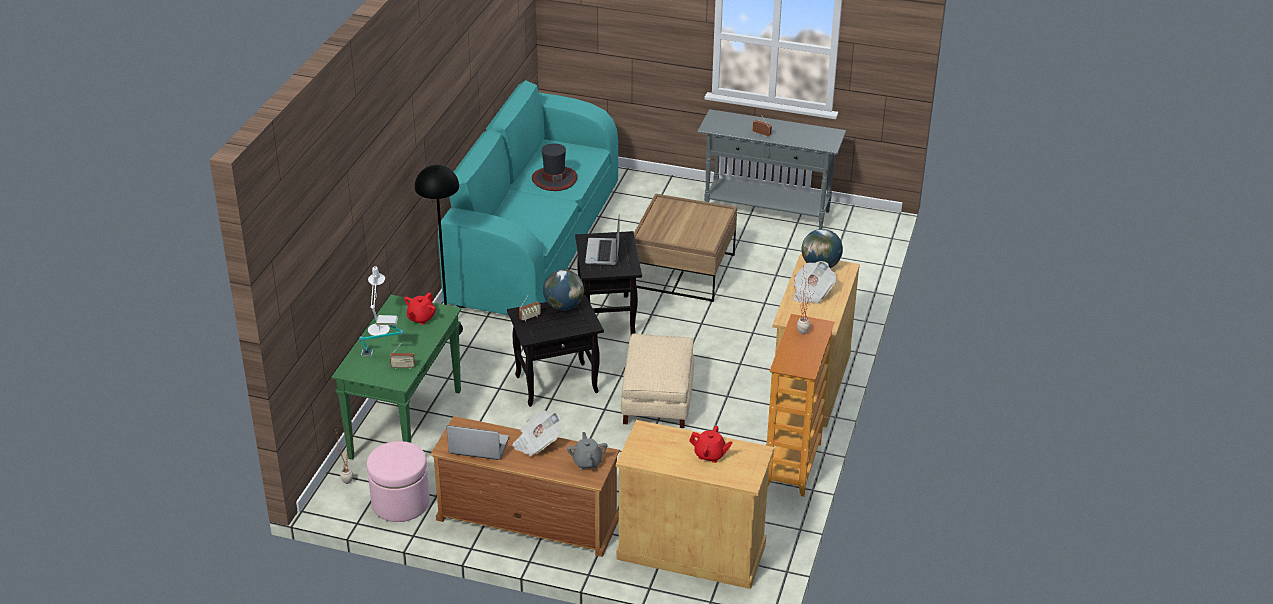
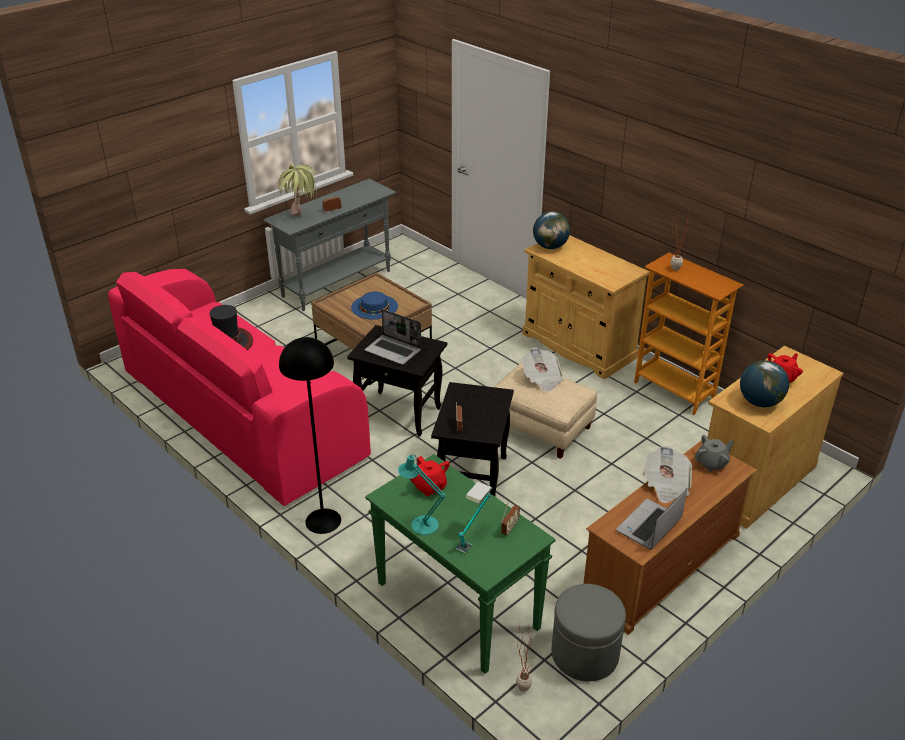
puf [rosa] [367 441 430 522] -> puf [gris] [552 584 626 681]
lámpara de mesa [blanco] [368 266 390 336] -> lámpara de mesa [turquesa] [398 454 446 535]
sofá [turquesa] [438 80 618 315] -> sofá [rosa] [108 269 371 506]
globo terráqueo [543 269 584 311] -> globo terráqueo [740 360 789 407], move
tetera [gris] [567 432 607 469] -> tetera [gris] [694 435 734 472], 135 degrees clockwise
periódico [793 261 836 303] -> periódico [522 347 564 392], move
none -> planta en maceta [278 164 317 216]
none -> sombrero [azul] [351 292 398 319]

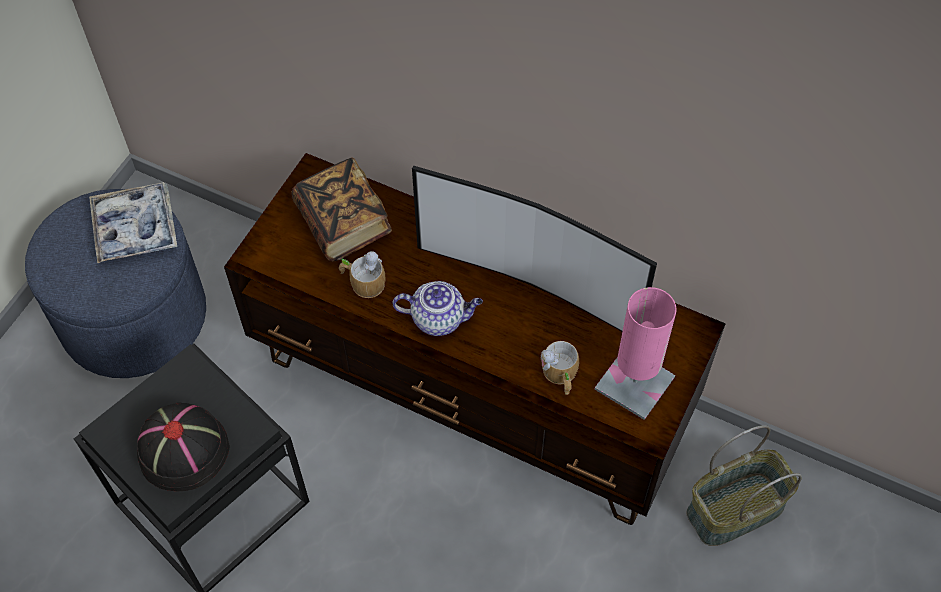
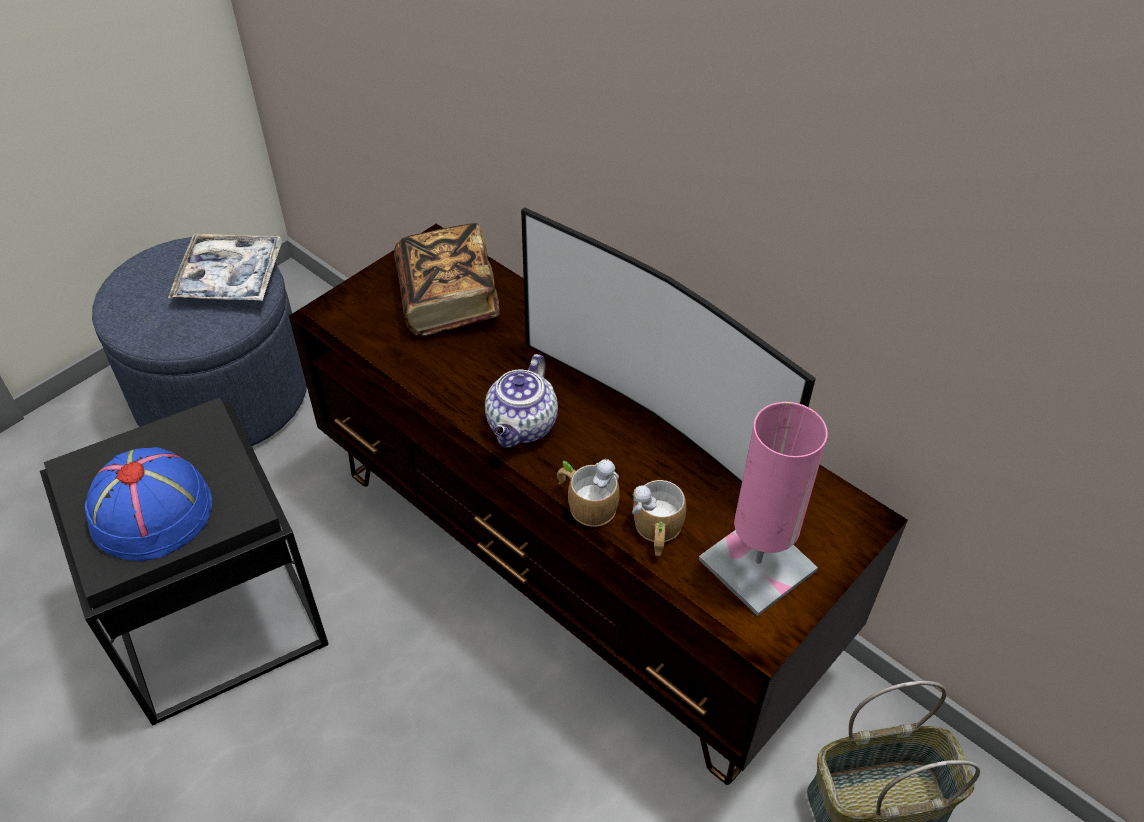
sombrero [negro] [137 402 230 491] -> sombrero [azul] [85 447 212 561]
taza grande [339 251 386 298] -> taza grande [557 459 620 527], move
tetera [392 281 483 336] -> tetera [485 354 558 448], 90 degrees clockwise

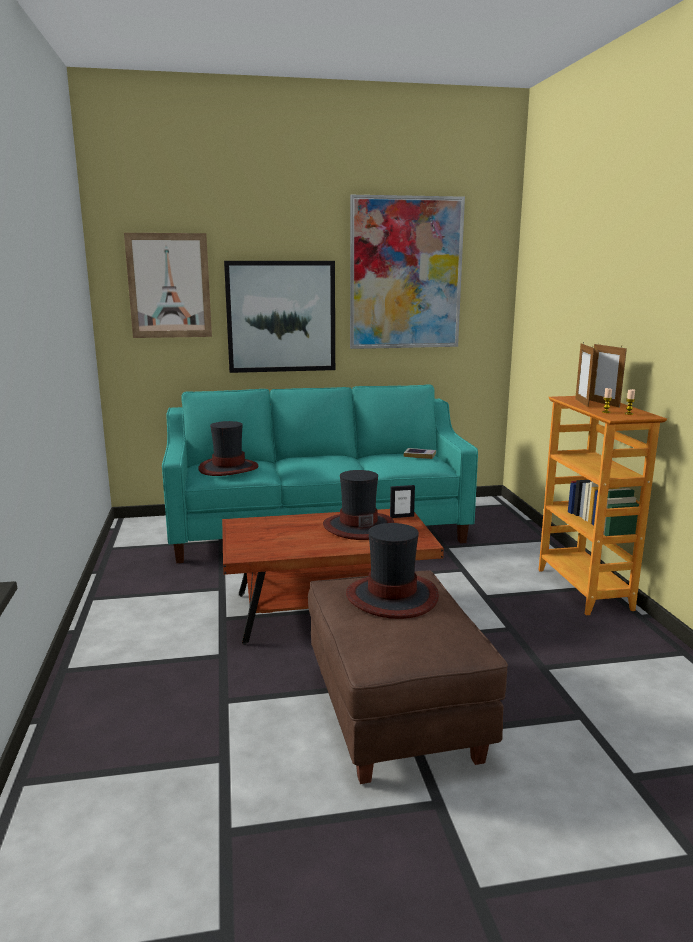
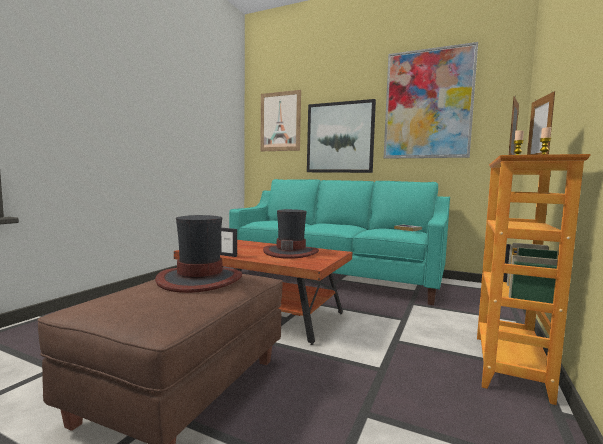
sombrero [198 421 258 476] -> none
portarretratos [390 485 415 518] -> portarretratos [220 228 237 257], move

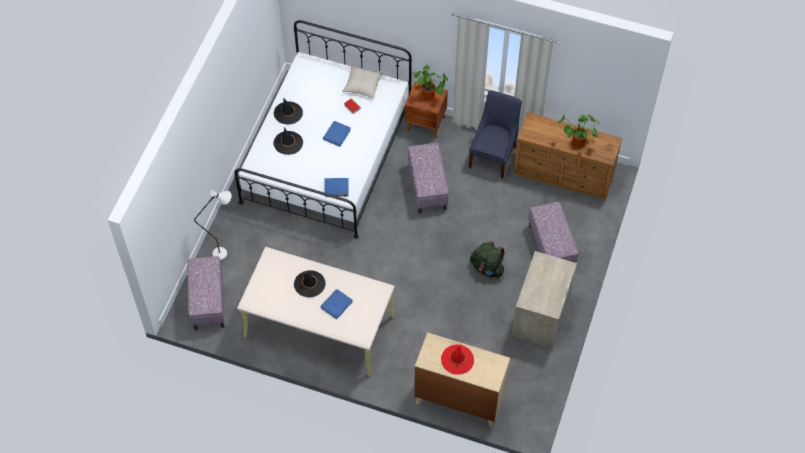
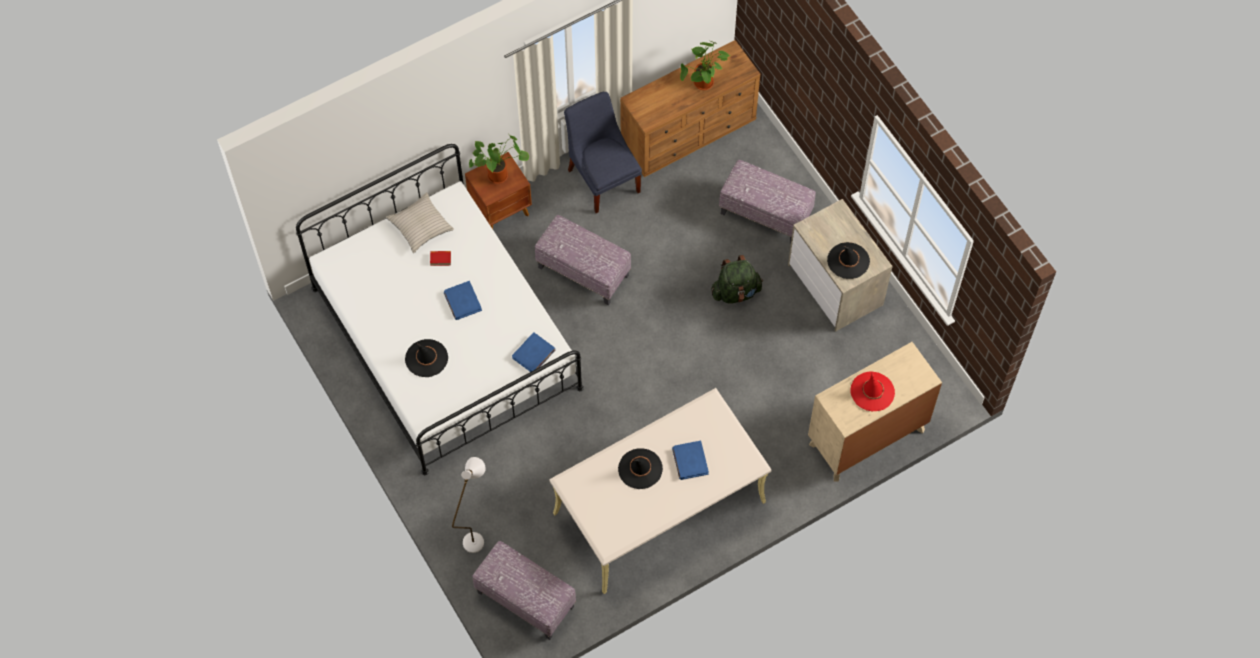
sombrero [negro] [274 97 303 125] -> sombrero [negro] [827 242 870 279], move

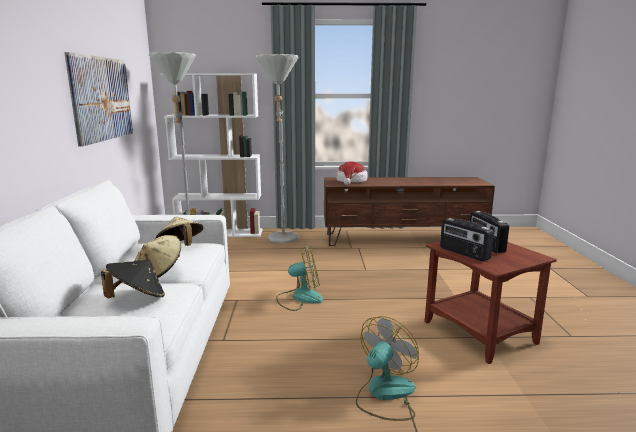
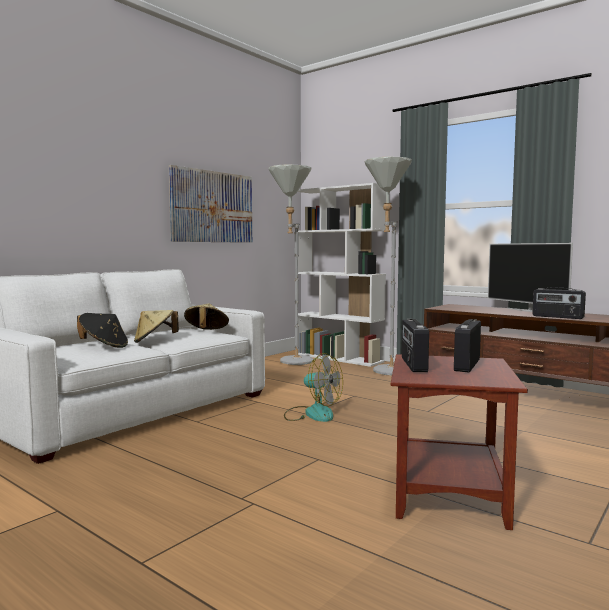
sombrero [336 161 367 185] -> none
ventilador [356 316 419 421] -> none
none -> televisor [488 243 573 312]
none -> radio [532 287 586 319]

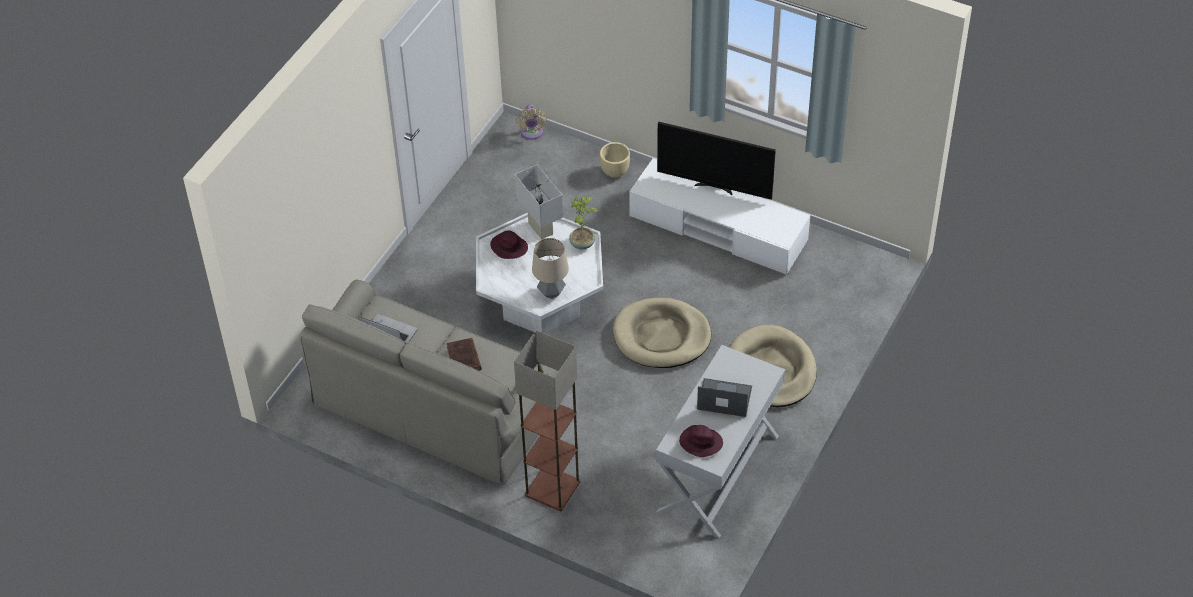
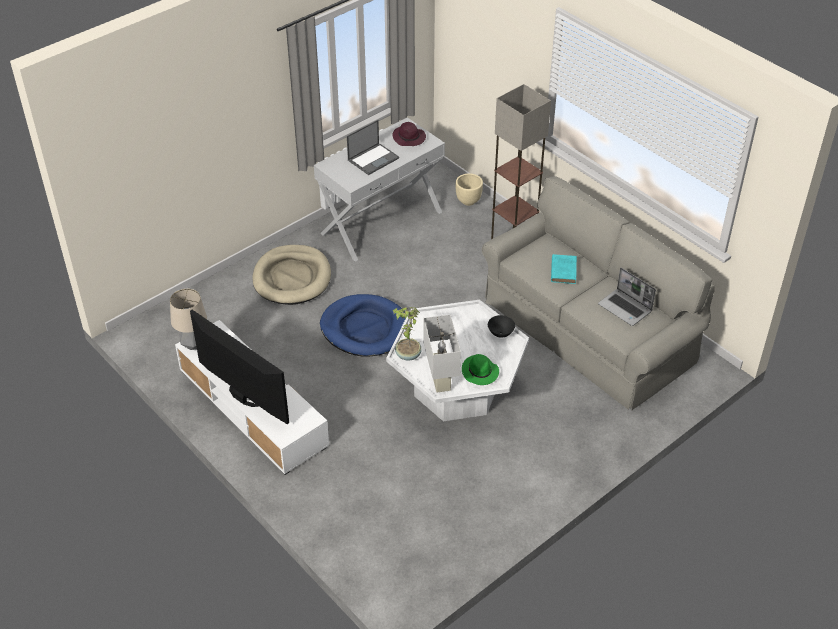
libro [marrón] [447 338 482 371] -> libro [turquesa] [551 254 577 284]
sombrero [morado] [490 230 528 259] -> sombrero [verde] [462 354 499 385]
ventilador [beis] [516 104 547 140] -> none
lámpara de mesa [532 238 569 299] -> lámpara de mesa [170 289 207 350], move
maceta [beis] [600 142 630 178] -> maceta [beis] [456 173 483 206], move
cama para perro [beis] [613 298 711 368] -> cama para perro [azul] [320 294 405 357]
portátil [697 378 752 417] -> portátil [347 120 399 175], 75 degrees counterclockwise
none -> cuenco [negro] [488 315 515 338]

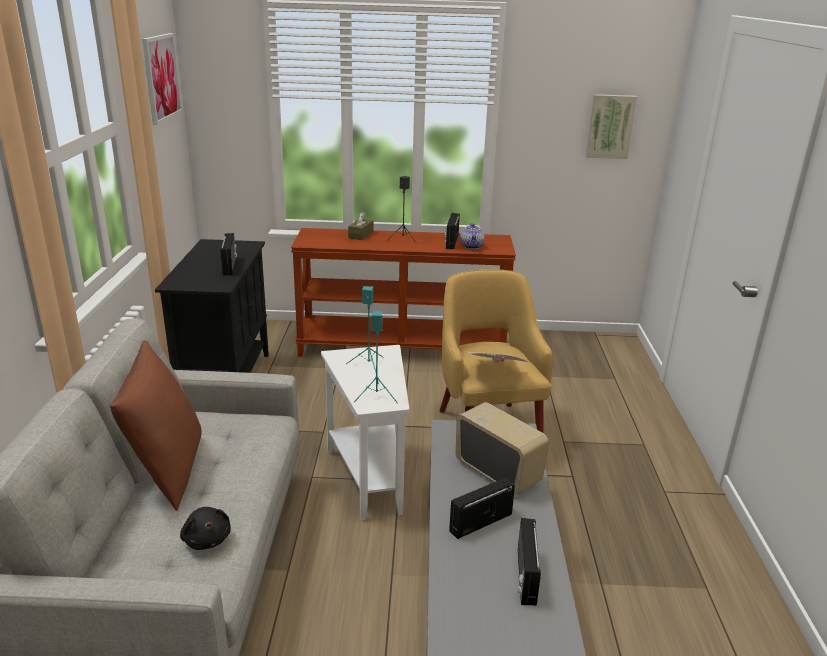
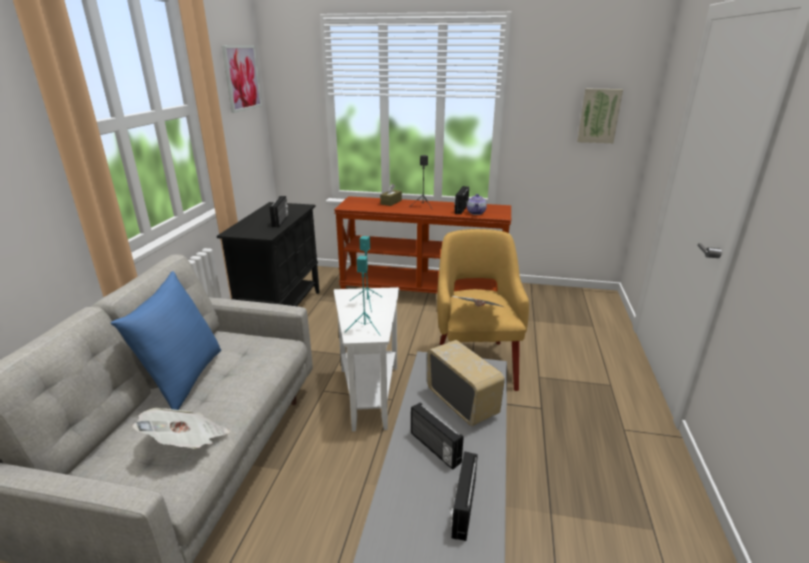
cojín [marrón] [110 340 202 511] -> cojín [azul] [111 271 221 410]
peluche [negro] [180 507 231 550] -> periódico [132 408 230 449]
radio [449 477 515 539] -> radio [411 402 463 470], 105 degrees counterclockwise

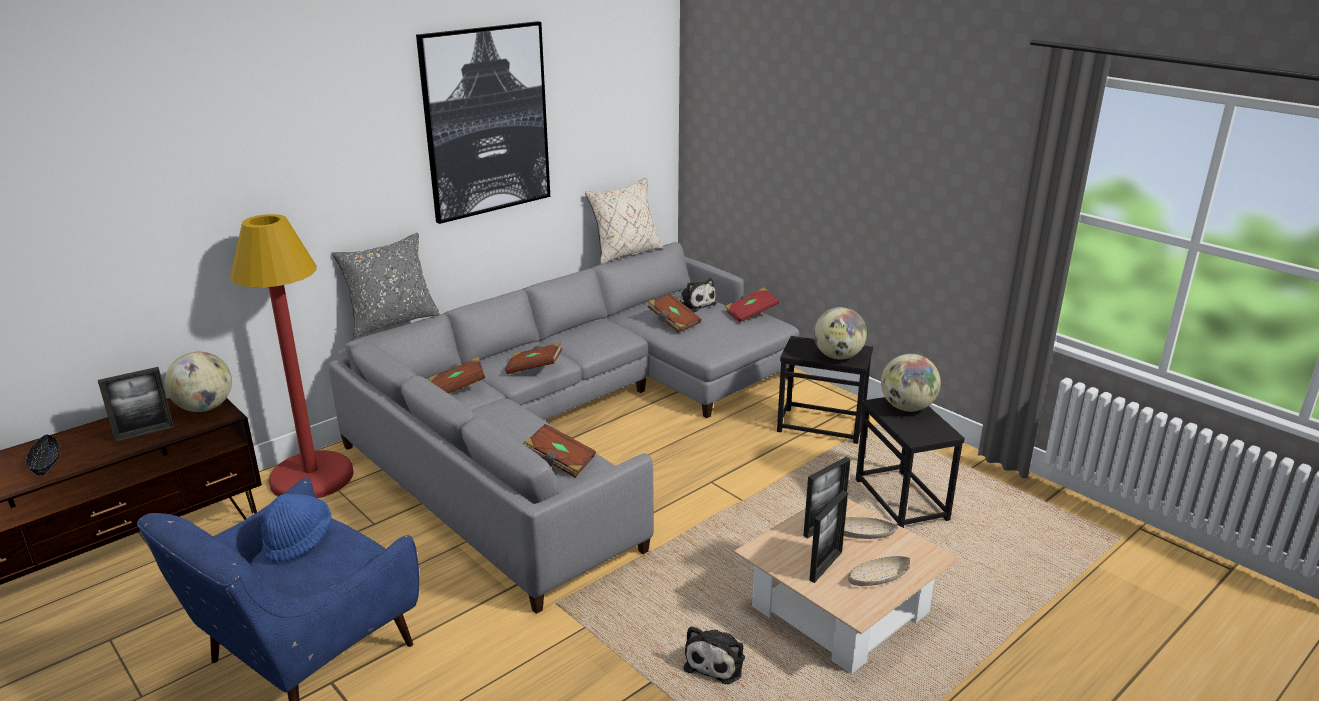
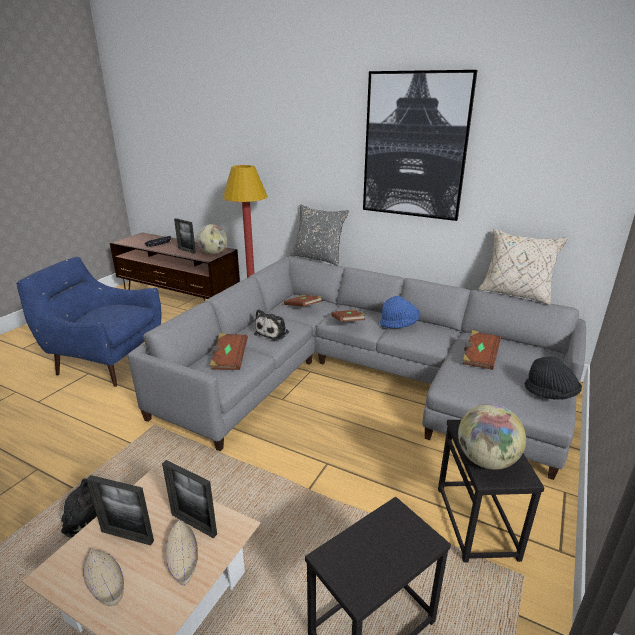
sombrero [azul] [261 494 331 563] -> sombrero [azul] [380 296 420 329], move
peluche [675 278 717 312] -> peluche [254 309 289 340], move
libro [rojo] [725 288 779 322] -> sombrero [negro] [525 357 582 400]
globo terráqueo [881 354 941 412] -> none

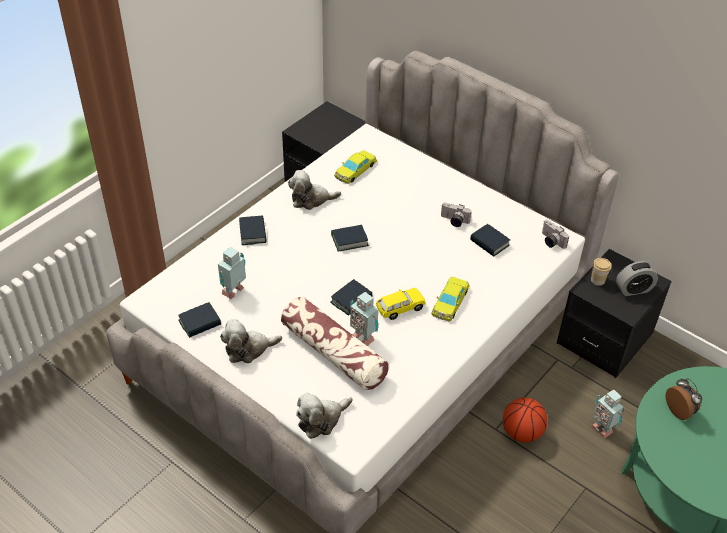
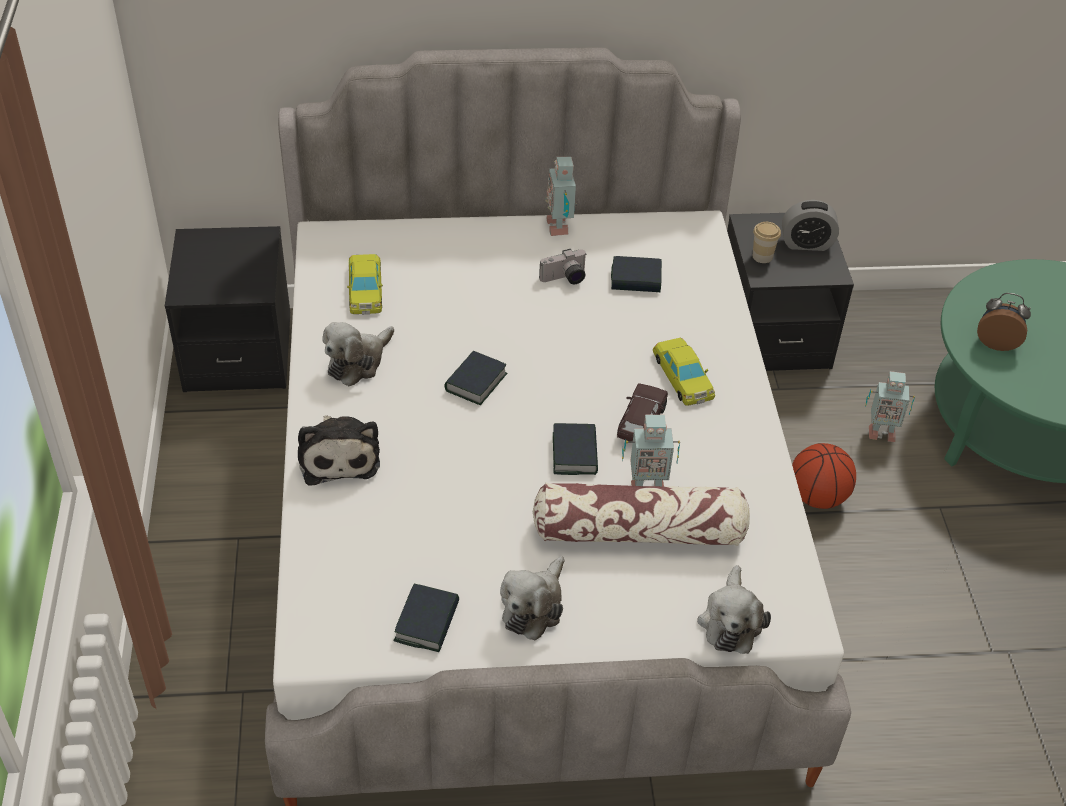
robot de juguete [218 247 246 299] -> robot de juguete [545 157 577 236], move
libro [239 216 267 245] -> peluche [298 415 380 485]
coche de juguete [amarillo] [376 288 425 320] -> coche de juguete [marrón] [617 383 668 441]
cámara [542 220 569 249] -> none
despertador [616 261 658 296] -> despertador [782 200 839 251], 60 degrees clockwise

